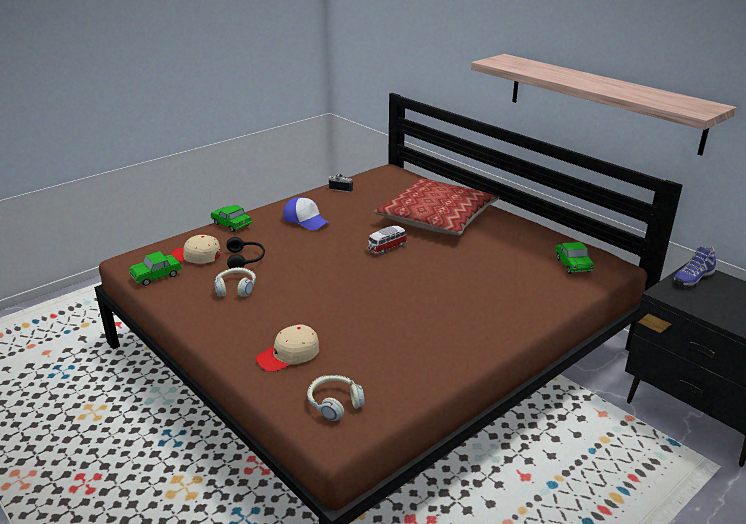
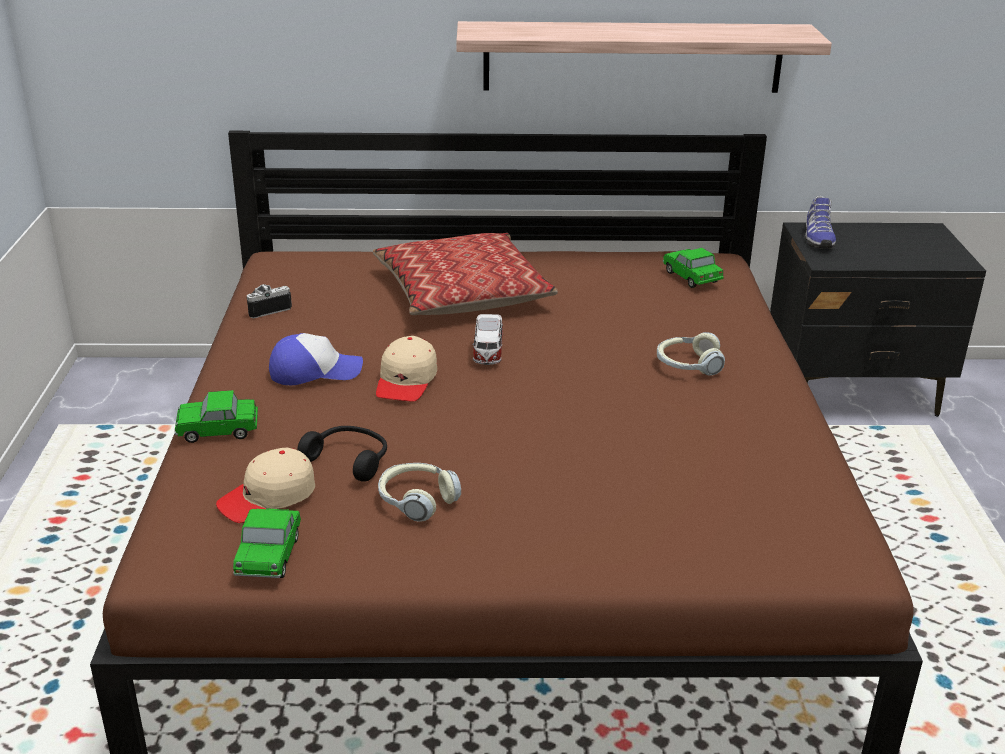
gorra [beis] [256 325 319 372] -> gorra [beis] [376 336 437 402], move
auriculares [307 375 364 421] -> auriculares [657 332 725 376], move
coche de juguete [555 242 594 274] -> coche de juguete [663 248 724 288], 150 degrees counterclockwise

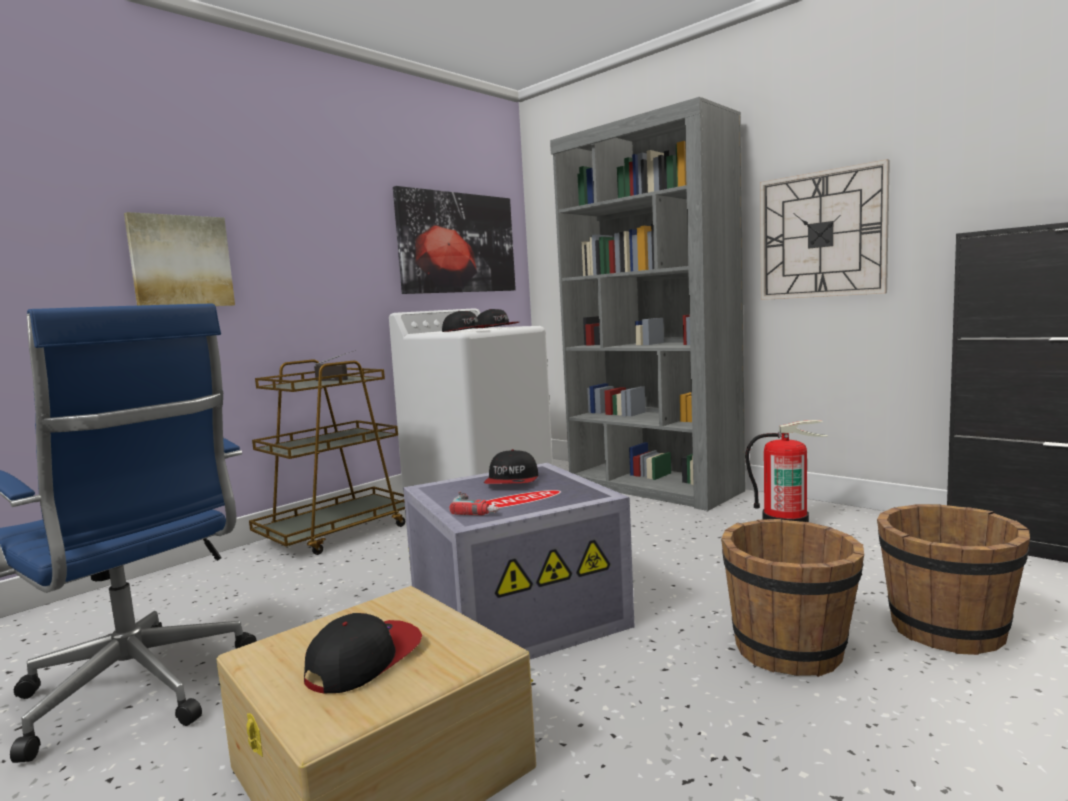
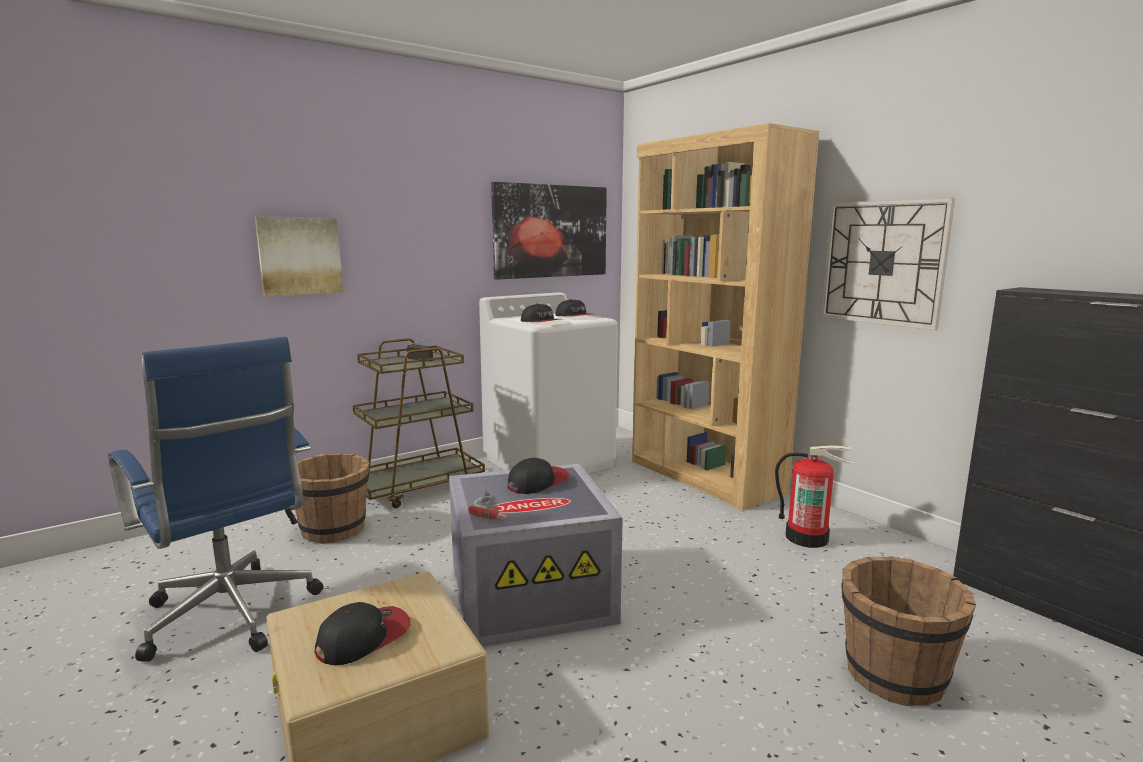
gorra [484 449 538 484] -> gorra [507 458 570 494], 150 degrees counterclockwise
estantería [gris] [550 97 745 511] -> estantería [marrón] [632 123 819 511]
cubo [marrón] [721 519 864 677] -> cubo [marrón] [293 453 369 544], move

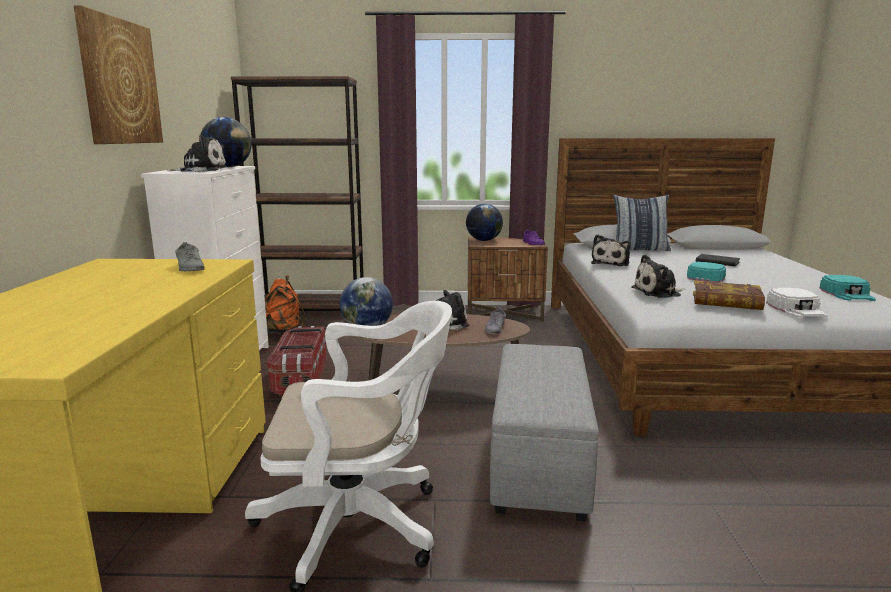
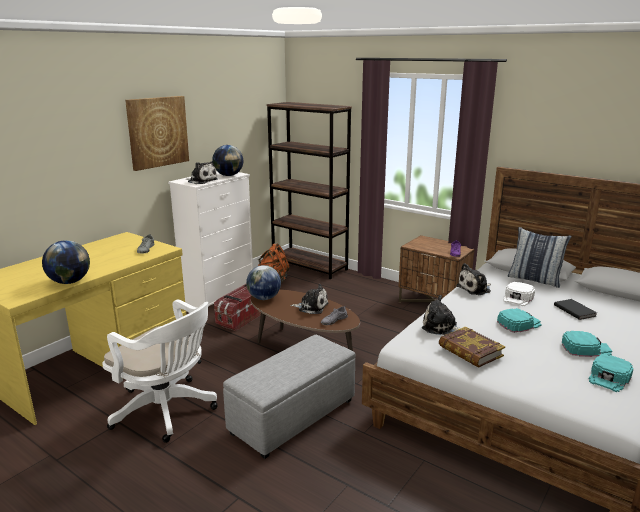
globo terráqueo [466 204 503 241] -> globo terráqueo [42 240 90 284], move
gorra [blanco] [766 288 827 317] -> gorra [blanco] [503 282 535 306], move
none -> gorra [turquesa] [562 331 612 357]

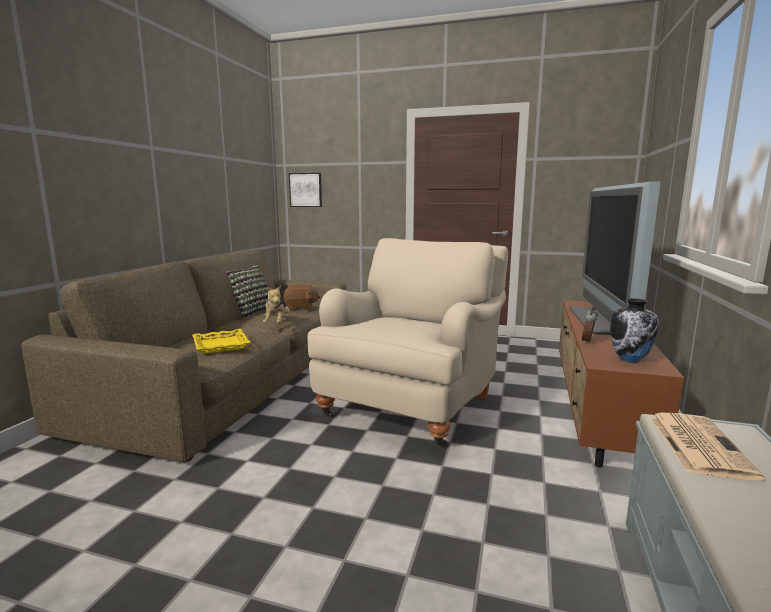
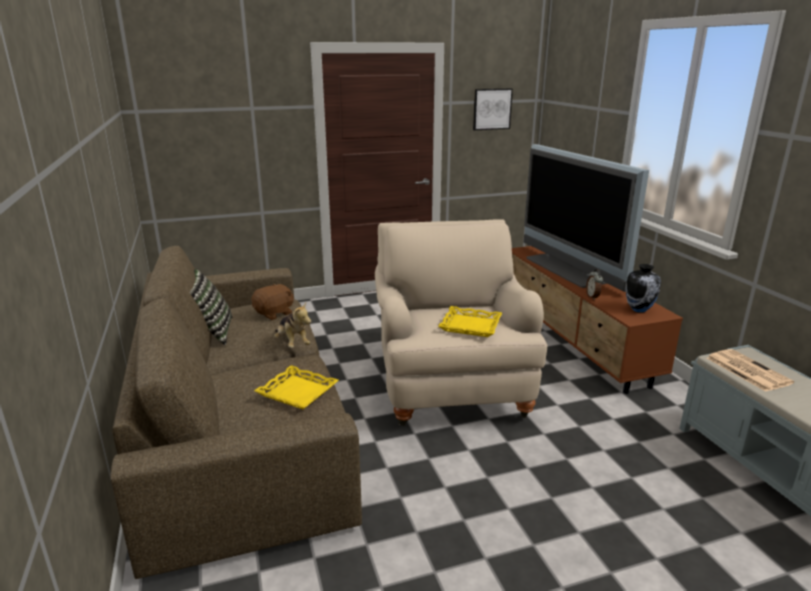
cuadro [289 173 322 207] -> cuadro [473 89 513 130], move
none -> bandeja [amarillo] [438 306 502 337]

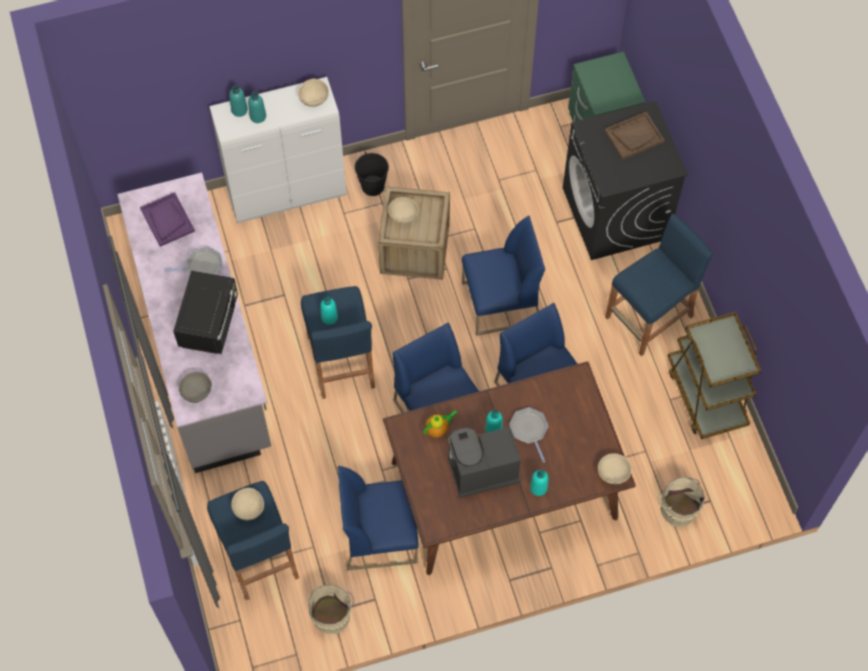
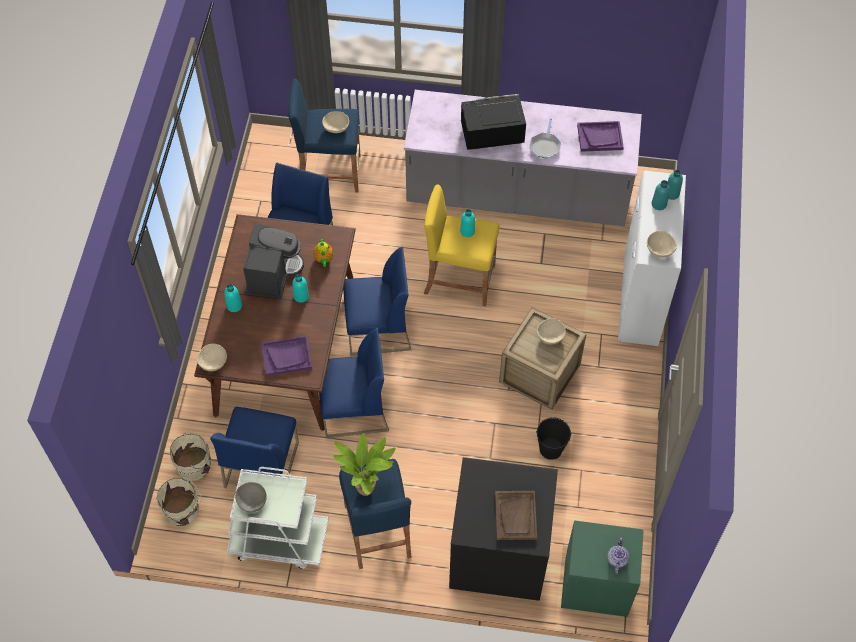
microondas [negro] [173 270 238 354] -> microondas [negro] [461 94 526 150], 135 degrees clockwise
cuenco [gris] [179 372 212 403] -> cuenco [gris] [235 482 267 513], move
taburete [azul] [301 286 375 399] -> taburete [amarillo] [424 184 500 306]
cubo [beis] [307 585 354 634] -> cubo [beis] [156 478 202 526], move
cubo [negro] [355 153 389 196] -> cubo [negro] [536 417 572 460], move
silla [azul] [462 216 545 336] -> silla [azul] [210 407 299 488], move
sartén [509 407 548 463] -> none
carrito [marrón] [668 312 761 439] -> carrito [blanco] [227 467 329 569]
none -> bandeja [morado] [261 336 312 376]
none -> planta en maceta [333 433 396 496]
none -> tetera [607 537 629 573]

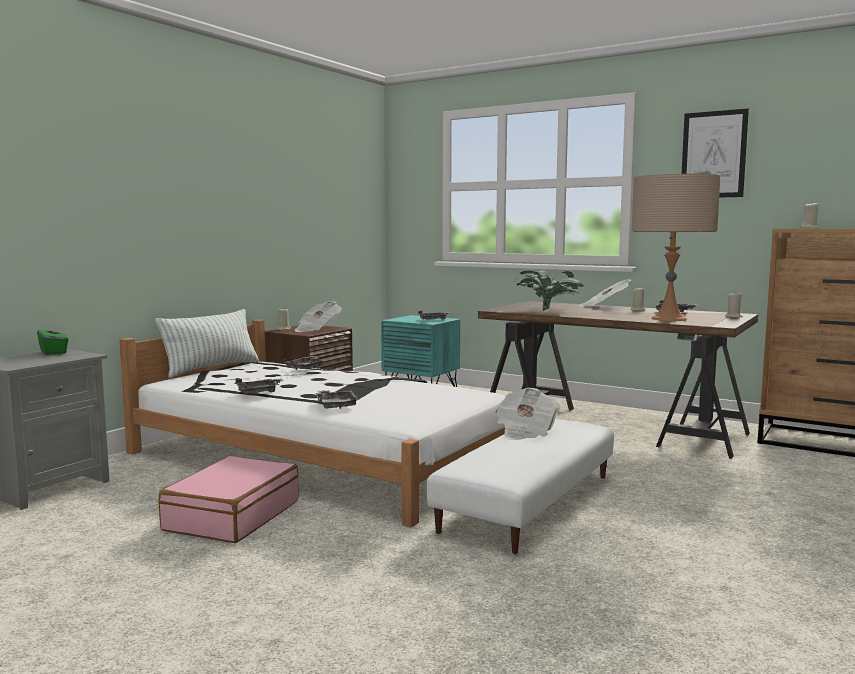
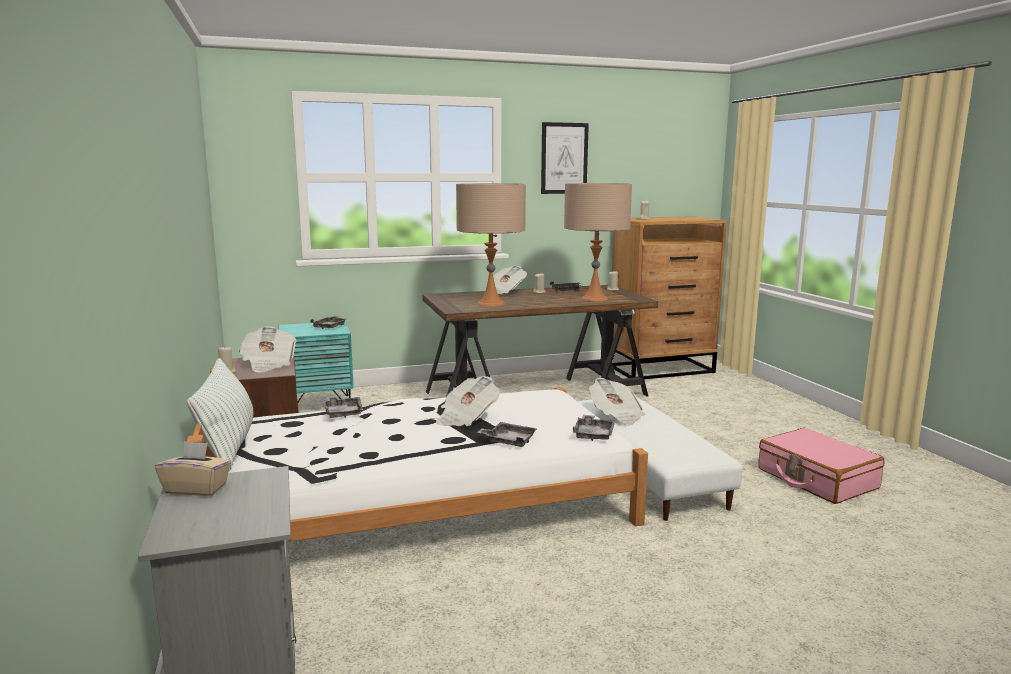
caja de pañuelos [verde] [37 323 69 355] -> caja de pañuelos [beis] [155 441 231 496]
maleta [rosa] [159 456 299 543] -> maleta [rosa] [758 428 885 504], move
bandeja [gris] [236 379 284 394] -> bandeja [gris] [573 415 615 441], move
planta en maceta [514 270 584 311] -> lámpara de mesa [beis] [456 183 526 307]
none -> periódico [436 376 500 426]

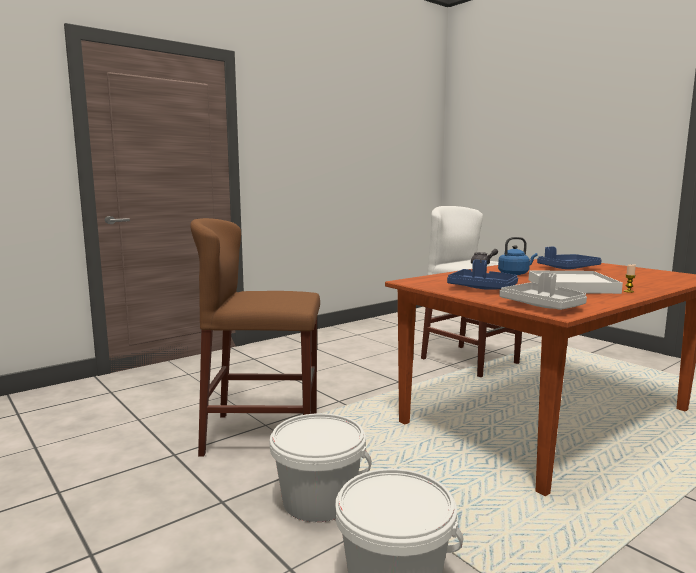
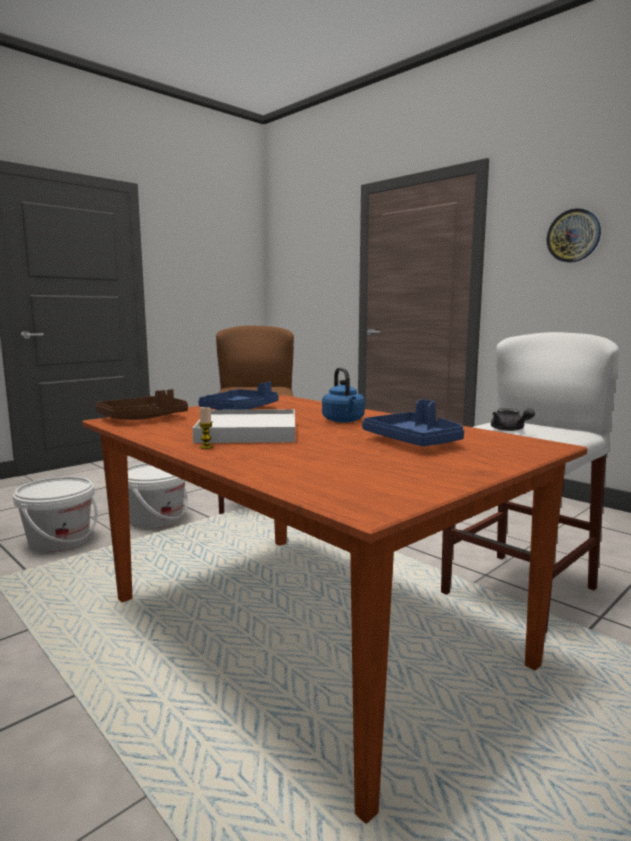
bandeja [gris] [499 272 587 310] -> bandeja [marrón] [95 389 188 420]
none -> reloj de pared [547 208 601 263]

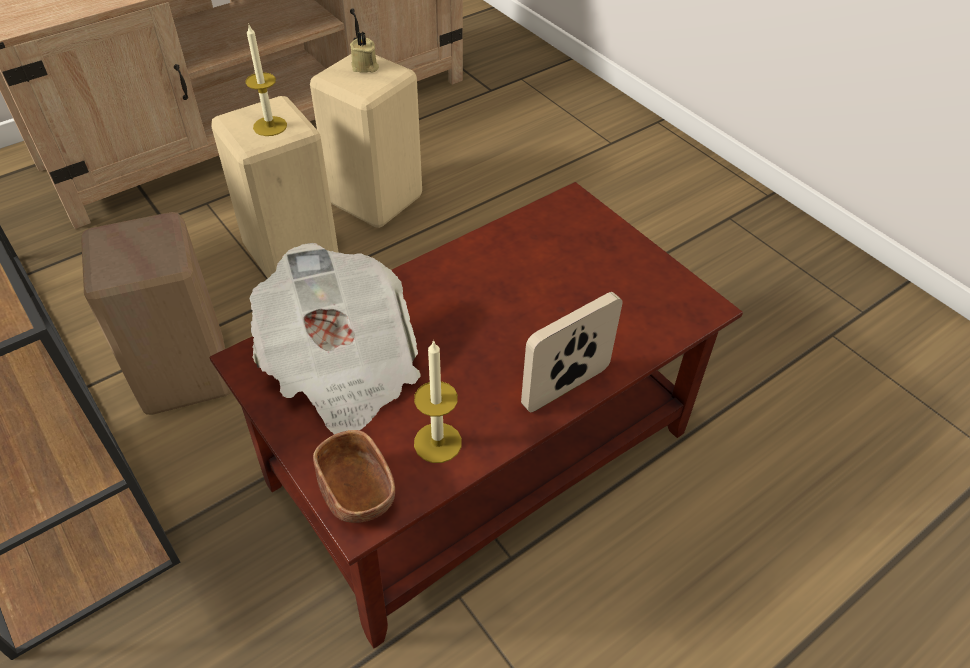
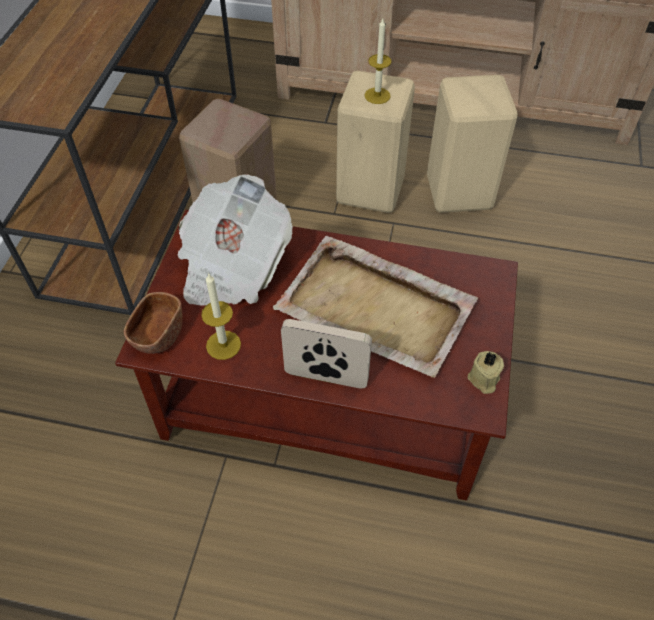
vela [beis] [350 32 379 73] -> vela [beis] [468 351 504 394], move
none -> bandeja [beis] [273 236 478 378]

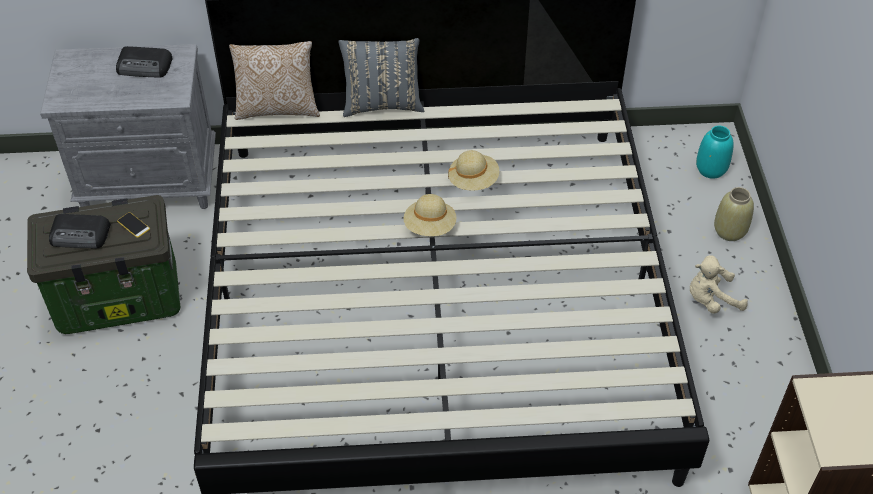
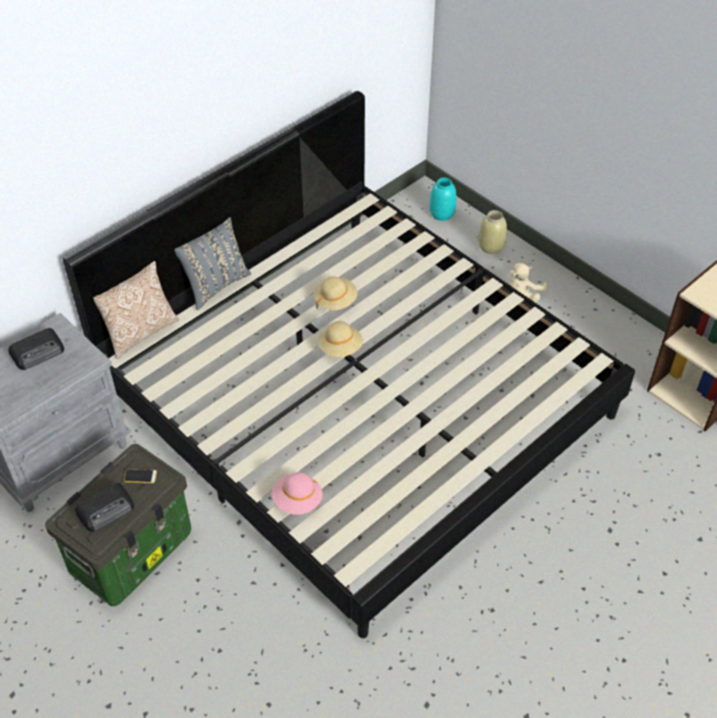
none -> sombrero [rosa] [271 472 323 515]

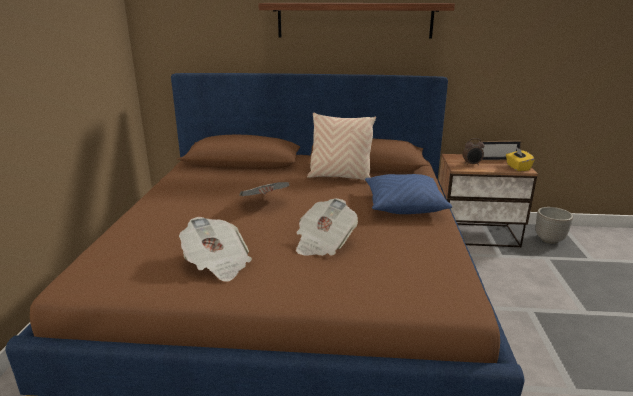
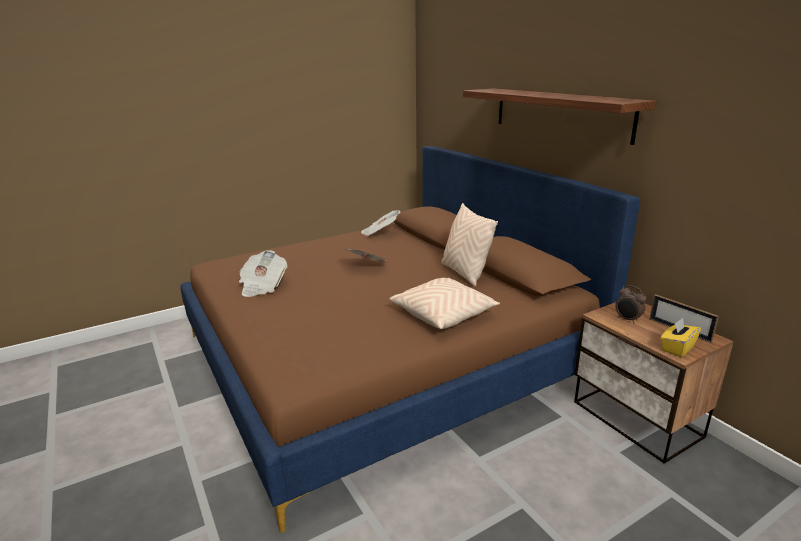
periódico [296 198 358 256] -> periódico [361 210 401 236], move
cojín [azul] [365 174 452 214] -> cojín [beis] [389 278 500 329]
maceta [536 207 573 244] -> none

